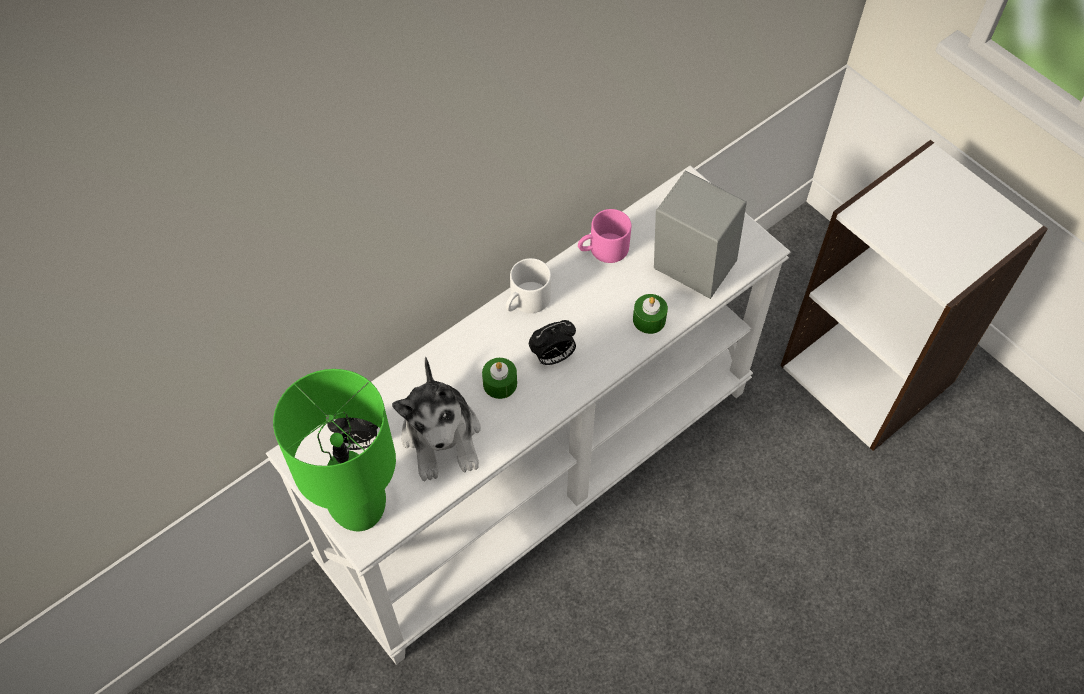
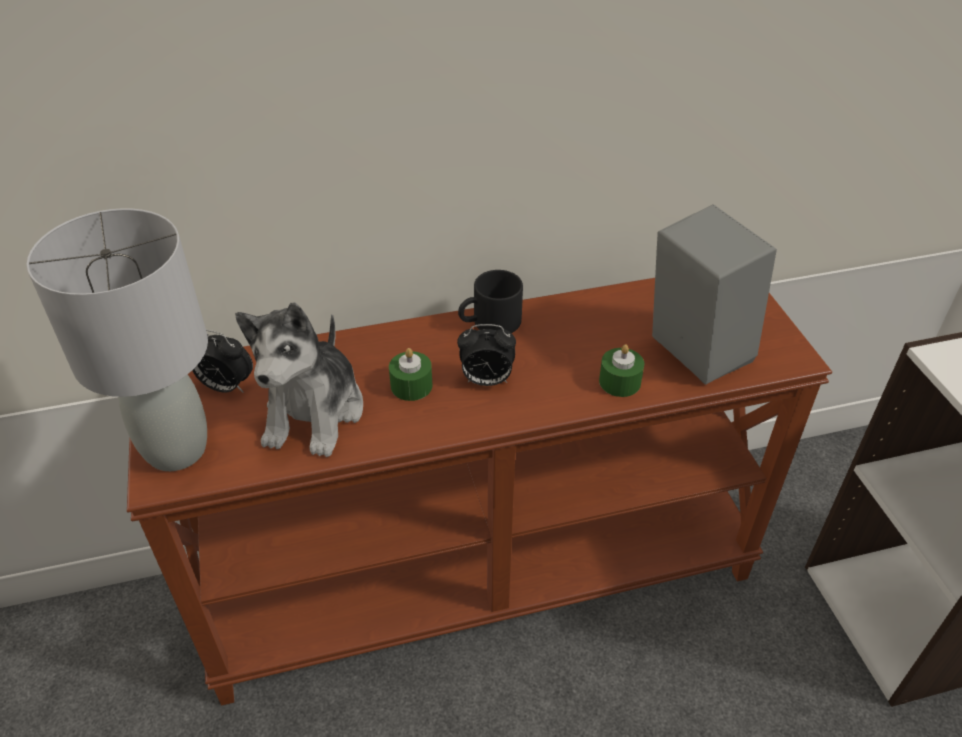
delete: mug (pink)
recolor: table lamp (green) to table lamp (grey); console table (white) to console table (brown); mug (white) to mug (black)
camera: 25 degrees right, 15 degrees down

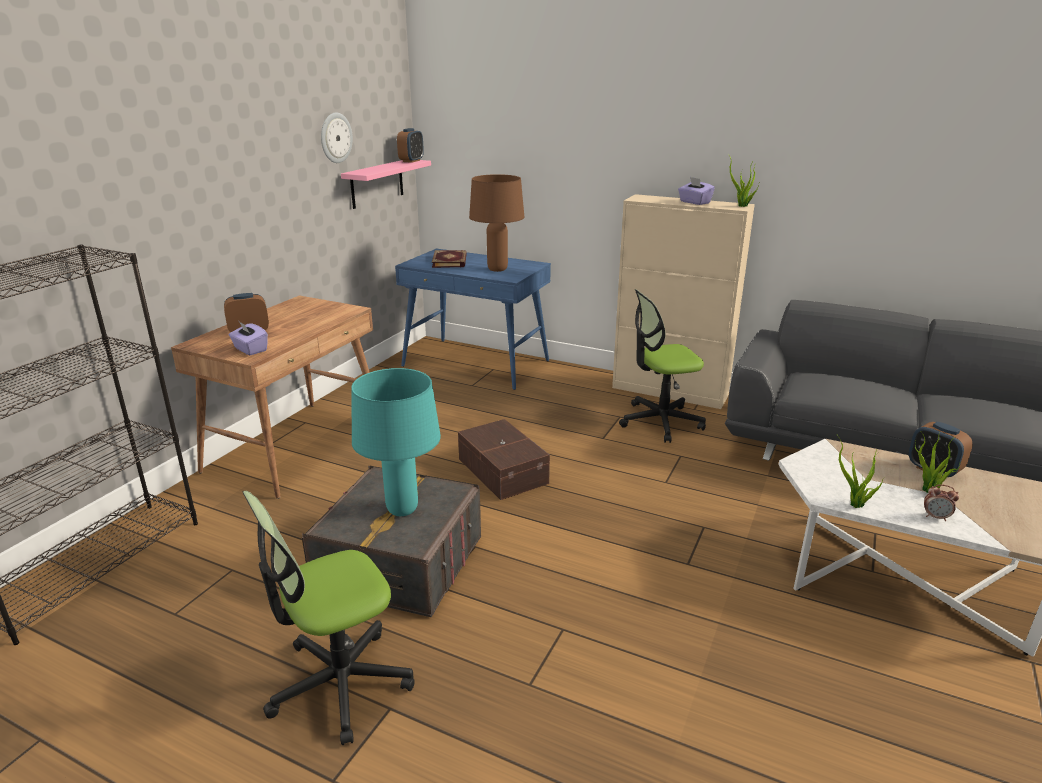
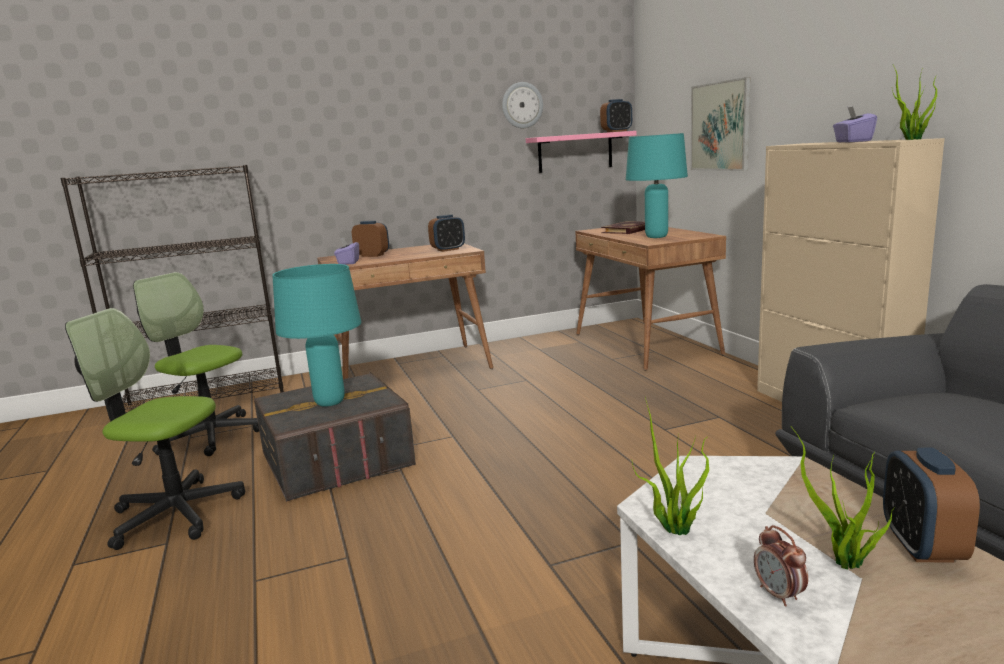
delete: storage box (brown)
insert: alarm clock (2nd from left); picture
move: office chair (2nd from left)
recolor: desk (blue) to desk (brown) (2nd from left); table lamp (brown) to table lamp (turquoise) (2nd from left)
camera: 45 degrees right, 10 degrees down

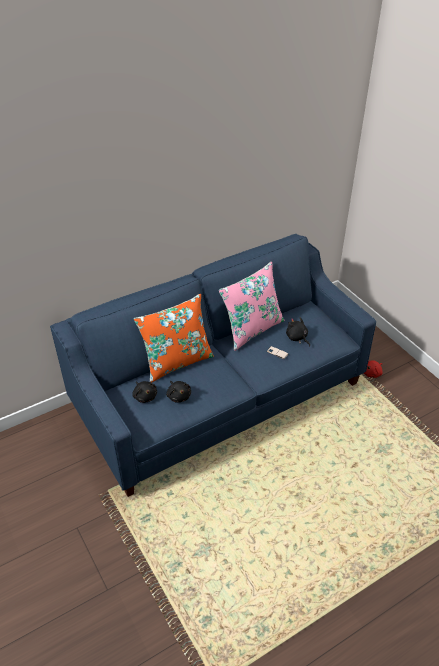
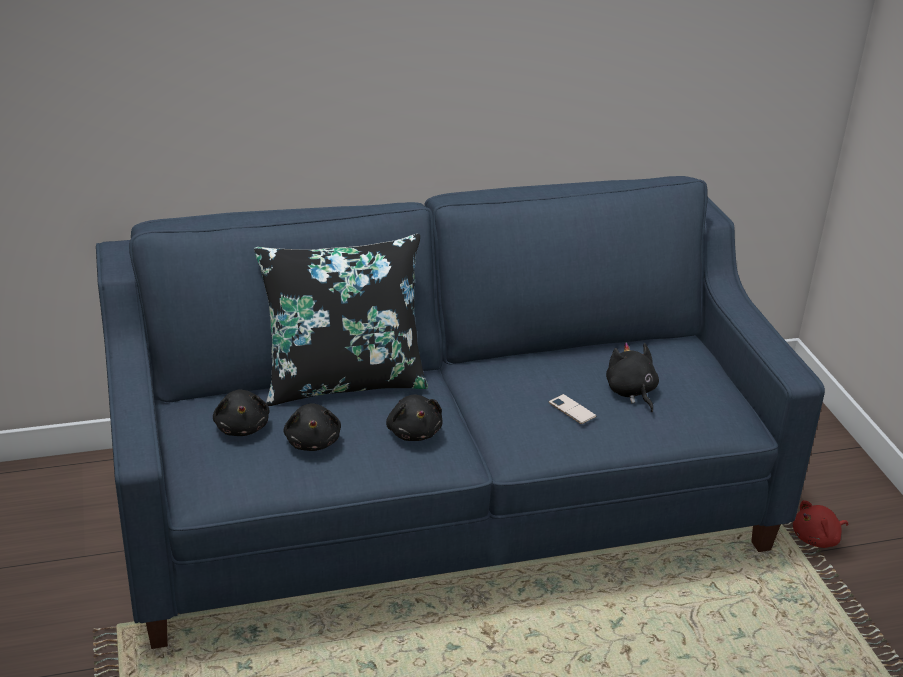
delete: pillow (pink)
insert: plush toy (black) (3rd from left)
recolor: pillow (orange) to pillow (black)
camera: 15 degrees right, 10 degrees down

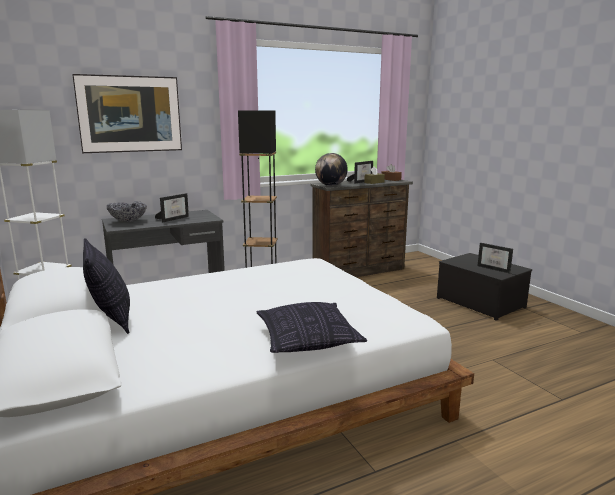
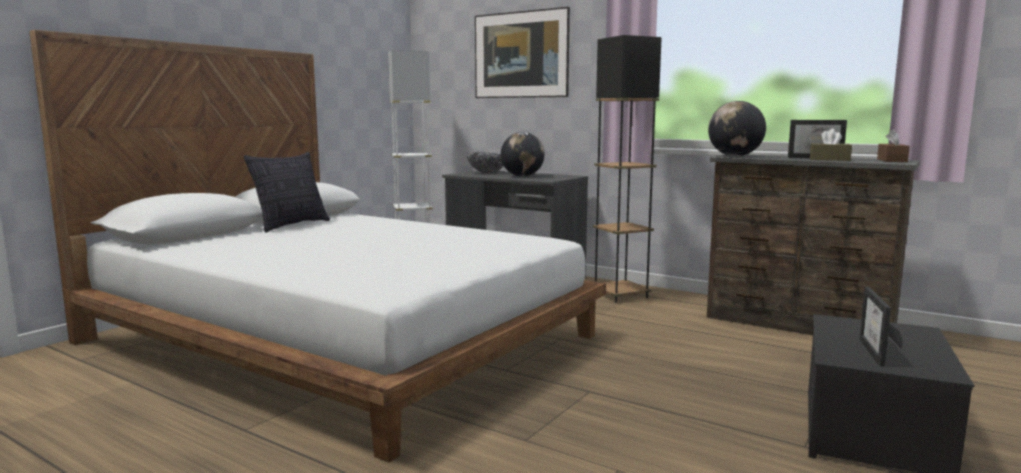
delete: pillow (2nd from left)
replace: picture frame (1st from left) to globe (1st from left)
camera: 60 degrees right, 5 degrees down

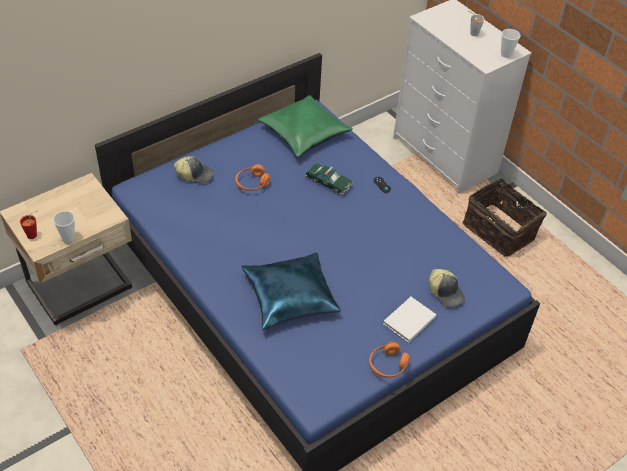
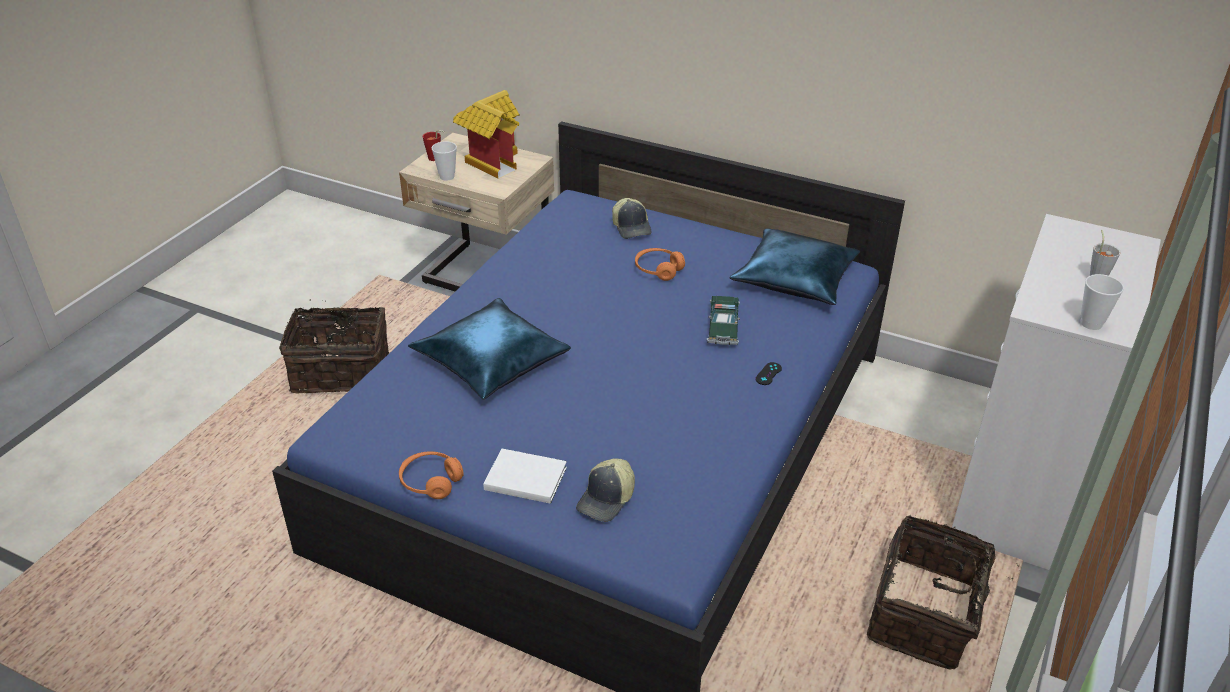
insert: basket (1st from left); toy house
recolor: pillow (green) to pillow (blue) (2nd from left)
camera: 65 degrees right, 10 degrees down

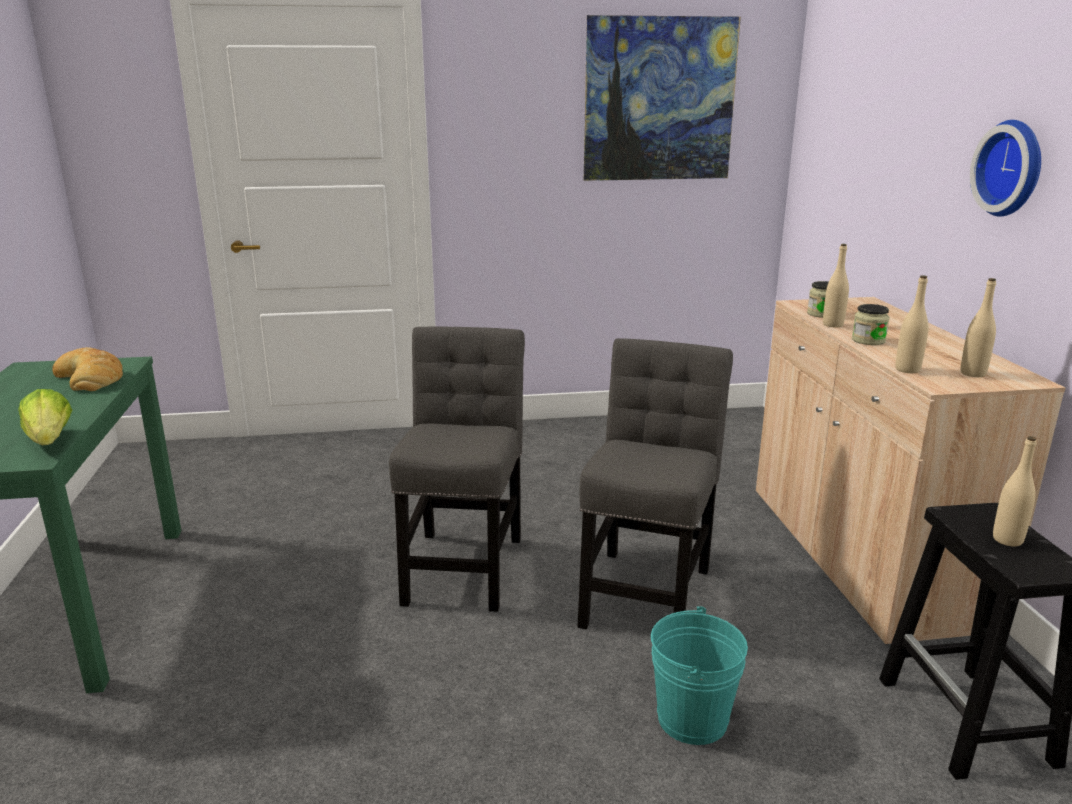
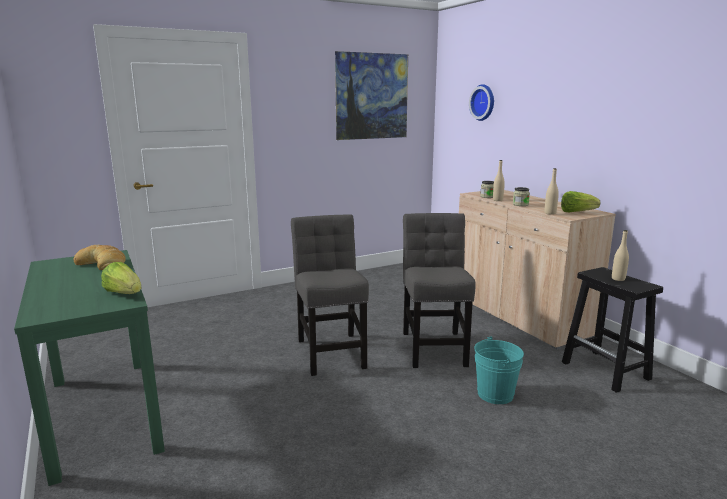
move: wall clock
replace: bottle (beige) (3rd from left) to lettuce (2nd from left)
camera: 20 degrees left, 5 degrees down

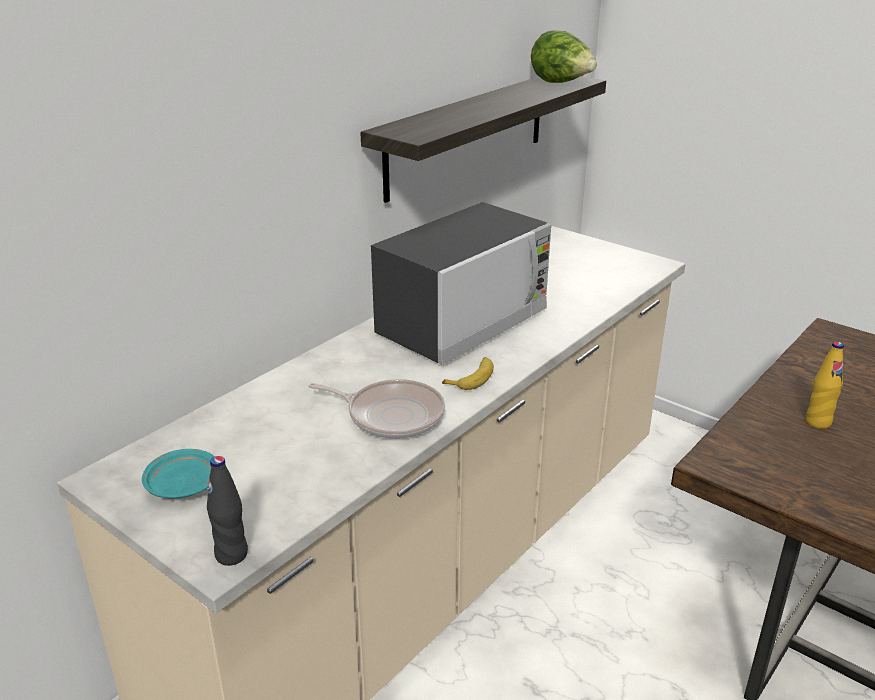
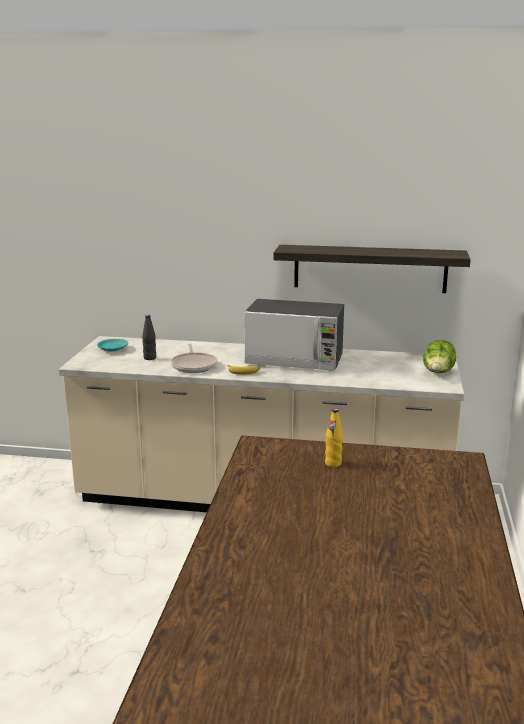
move: bottle (black); lettuce
camera: 60 degrees right, 10 degrees down

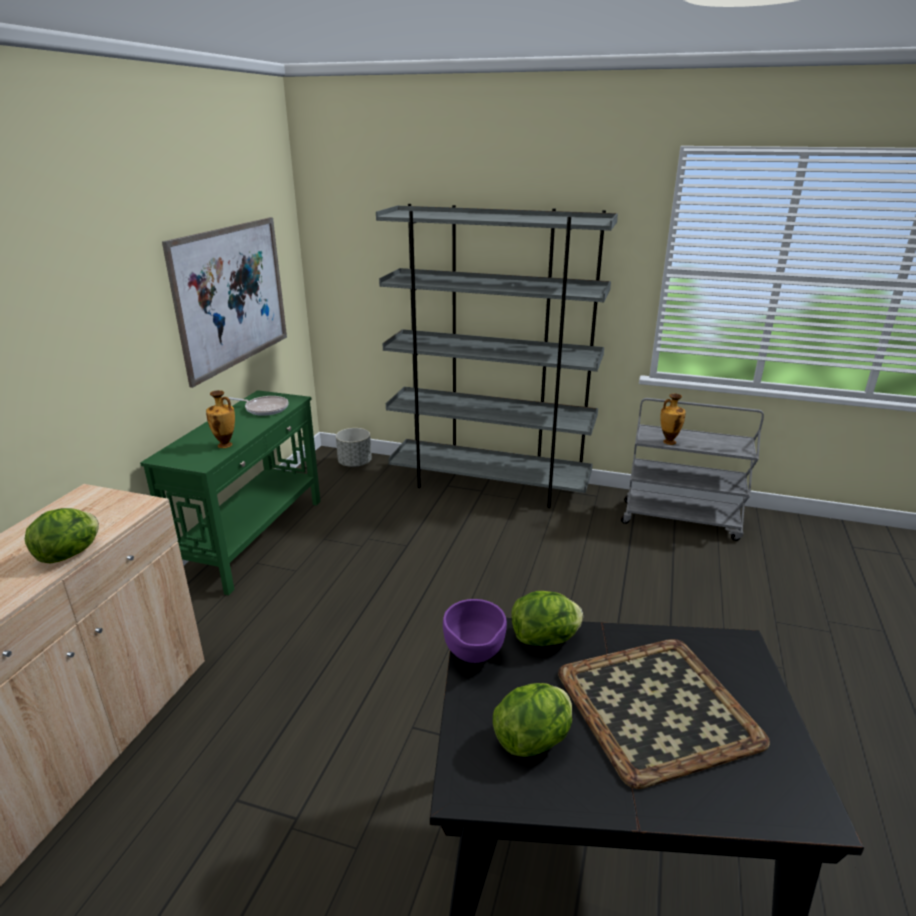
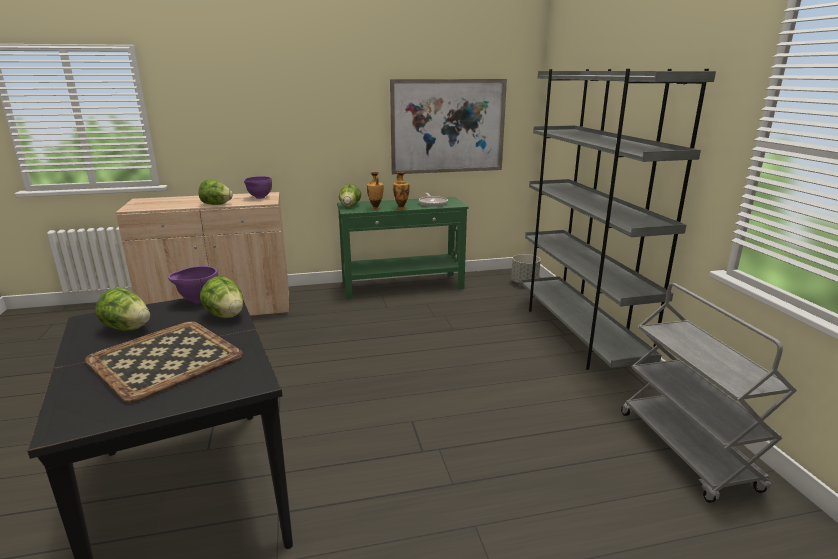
insert: bowl (purple) (2nd from left); lettuce (4th from left)
move: vase (2nd from left)
camera: 60 degrees right, 5 degrees down

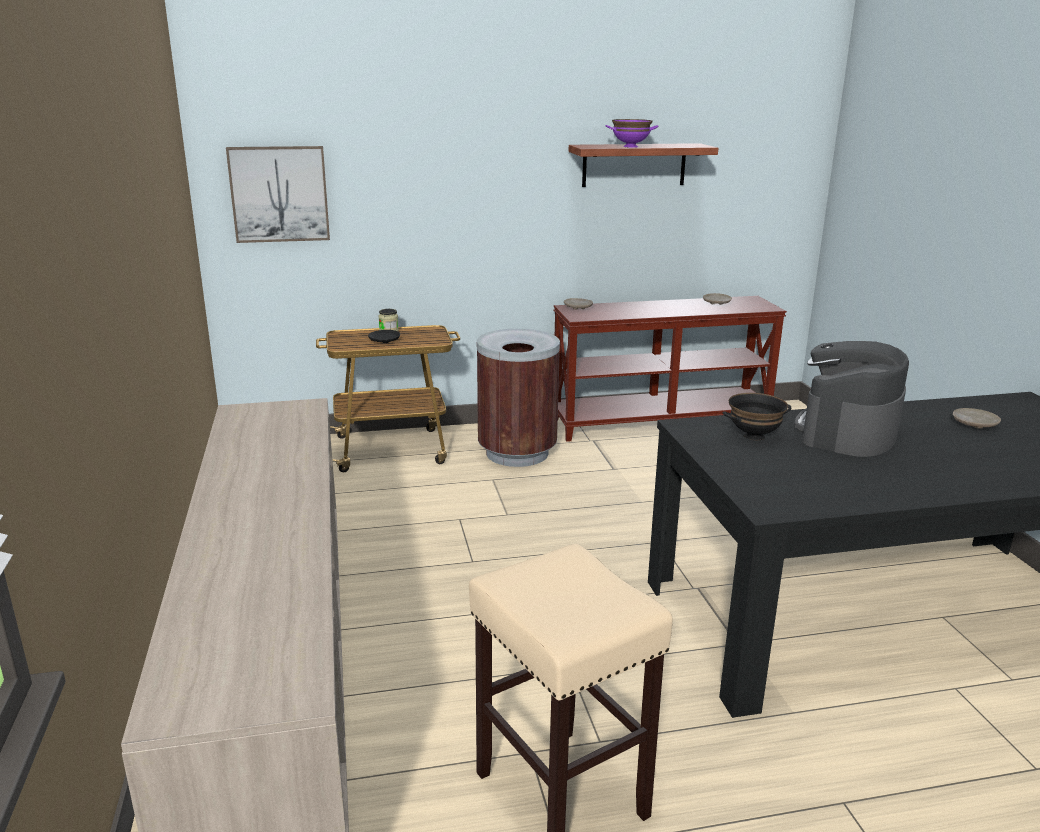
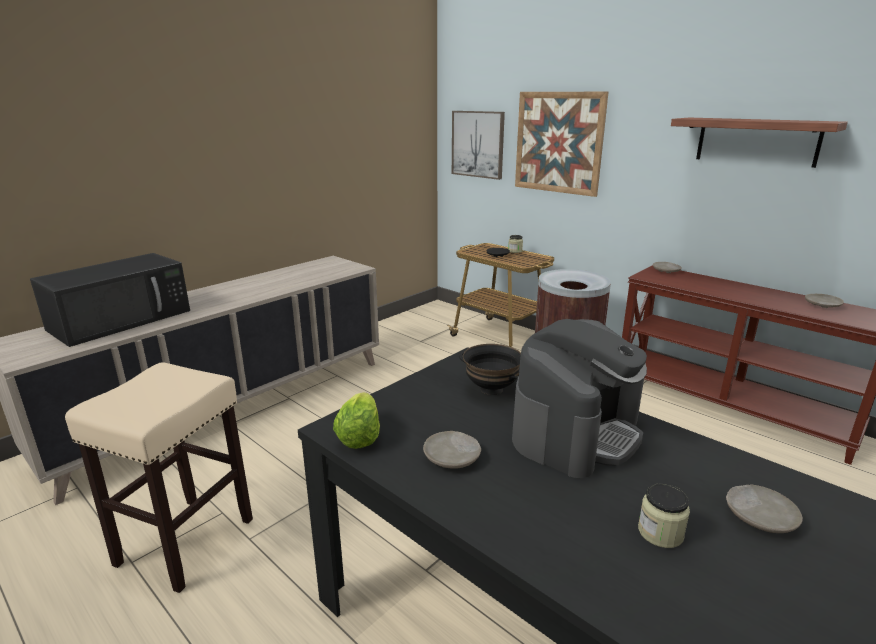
delete: bowl (purple)
insert: microwave (black); lettuce; plate (beige) (1st from left); picture (2nd from left); jar (2nd from left)
rotate: coffee machine 135 degrees clockwise
camera: 55 degrees right, 0 degrees up

